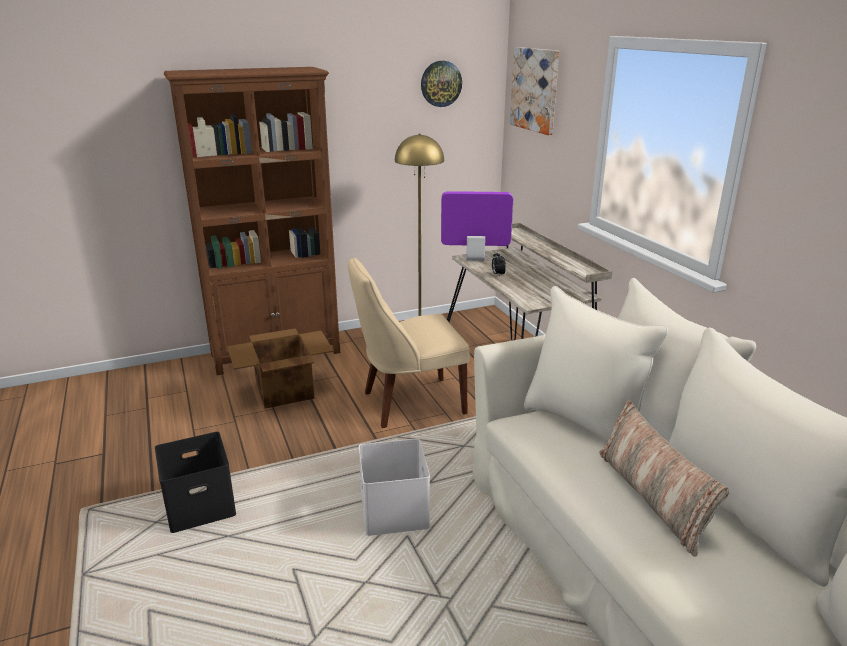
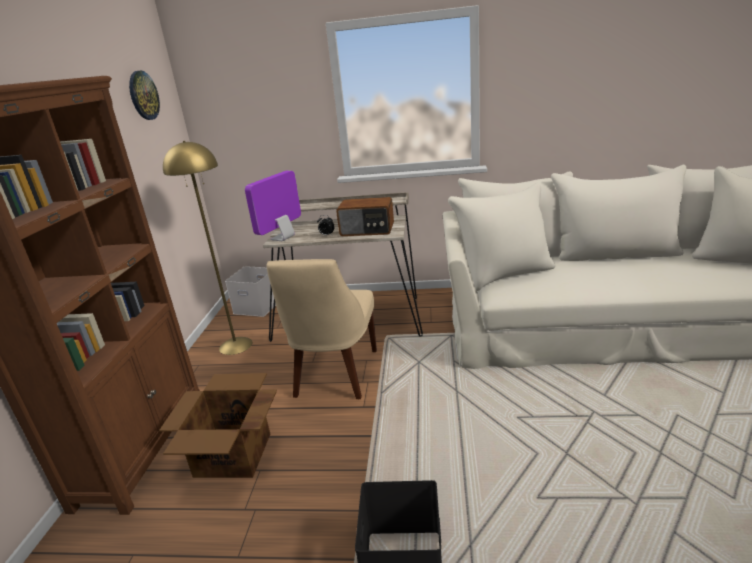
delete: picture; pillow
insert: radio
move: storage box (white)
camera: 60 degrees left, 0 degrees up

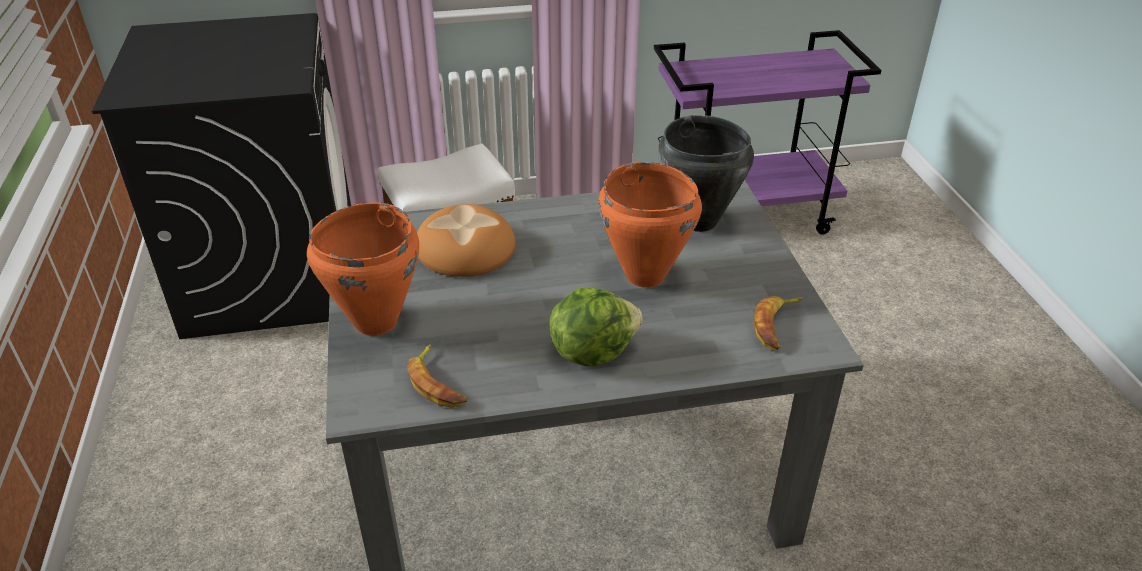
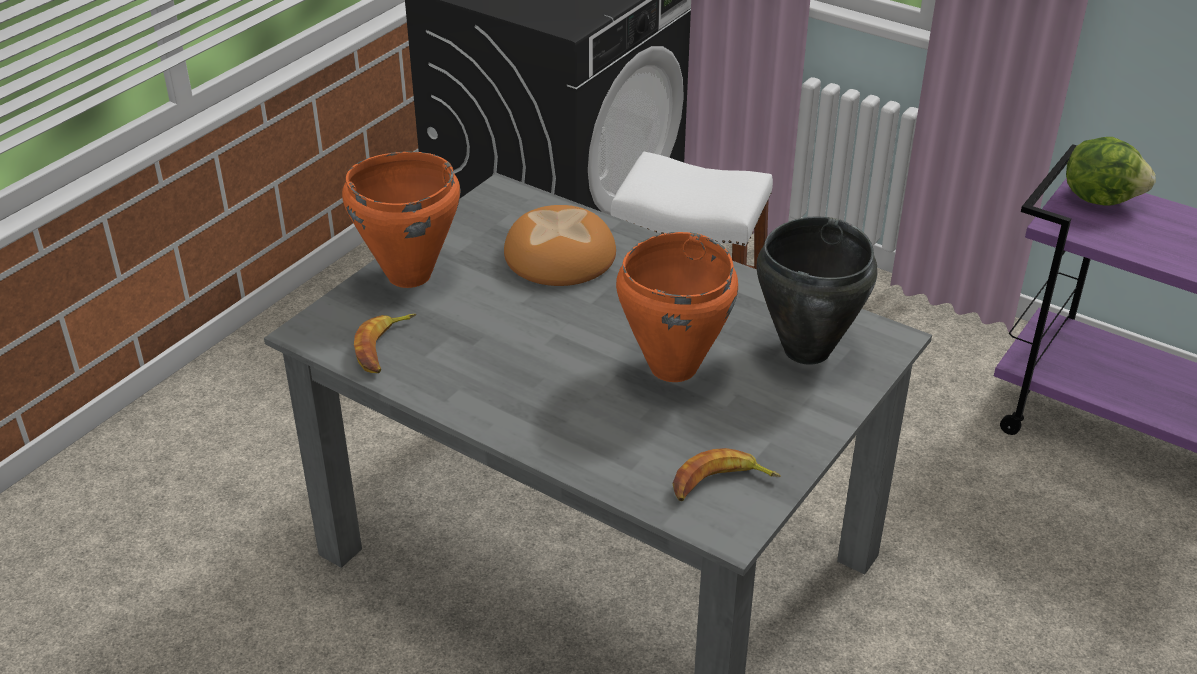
move: lettuce
camera: 45 degrees right, 0 degrees up

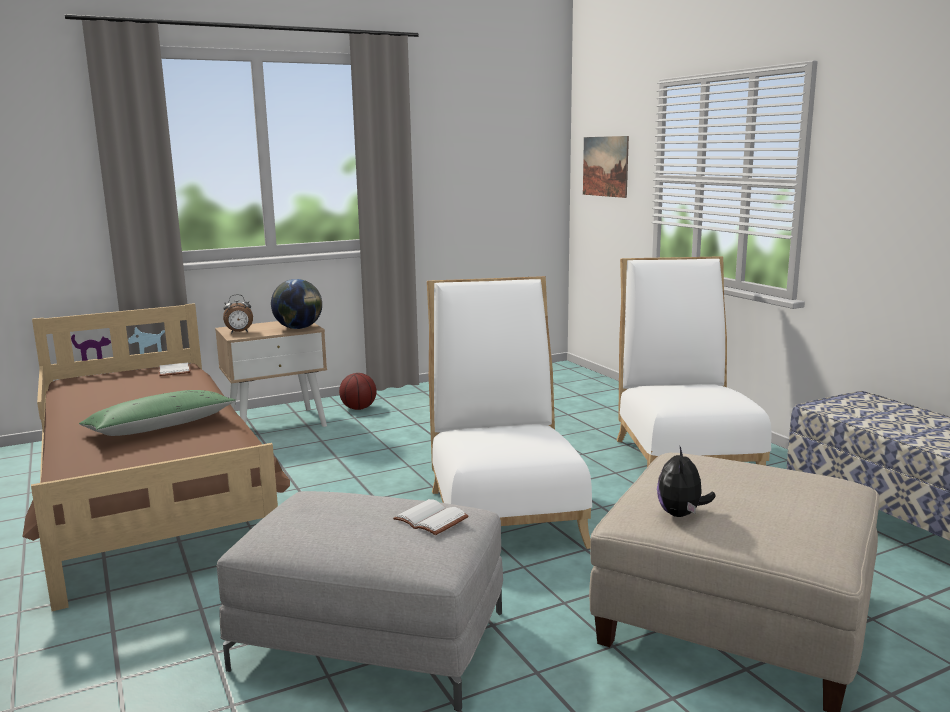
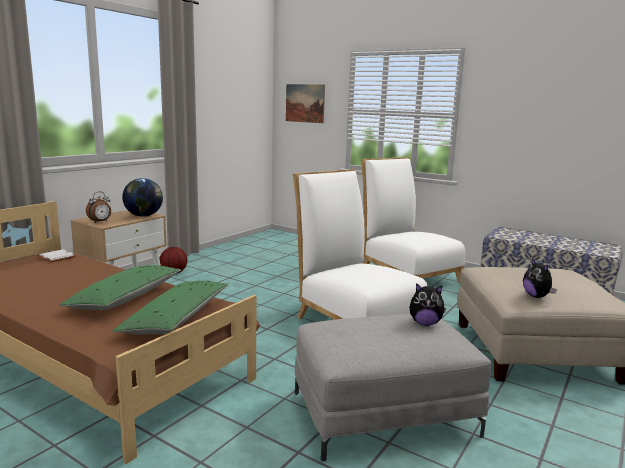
insert: pillow (green) (2nd from left)
replace: book (white) (2nd from left) to plush toy (1st from left)
camera: 30 degrees left, 0 degrees up

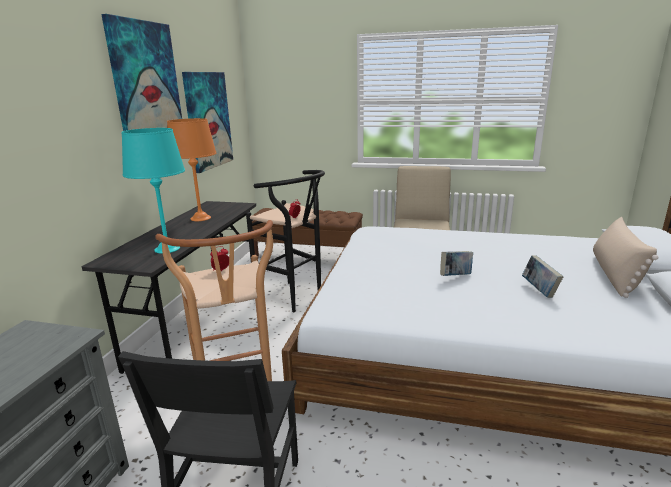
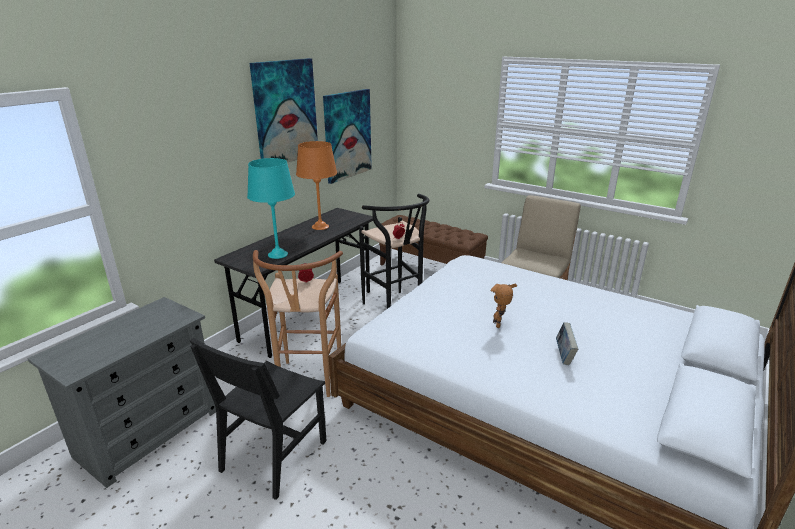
delete: pillow (beige)
replace: book (1st from left) to toy robot
camera: 20 degrees right, 5 degrees up

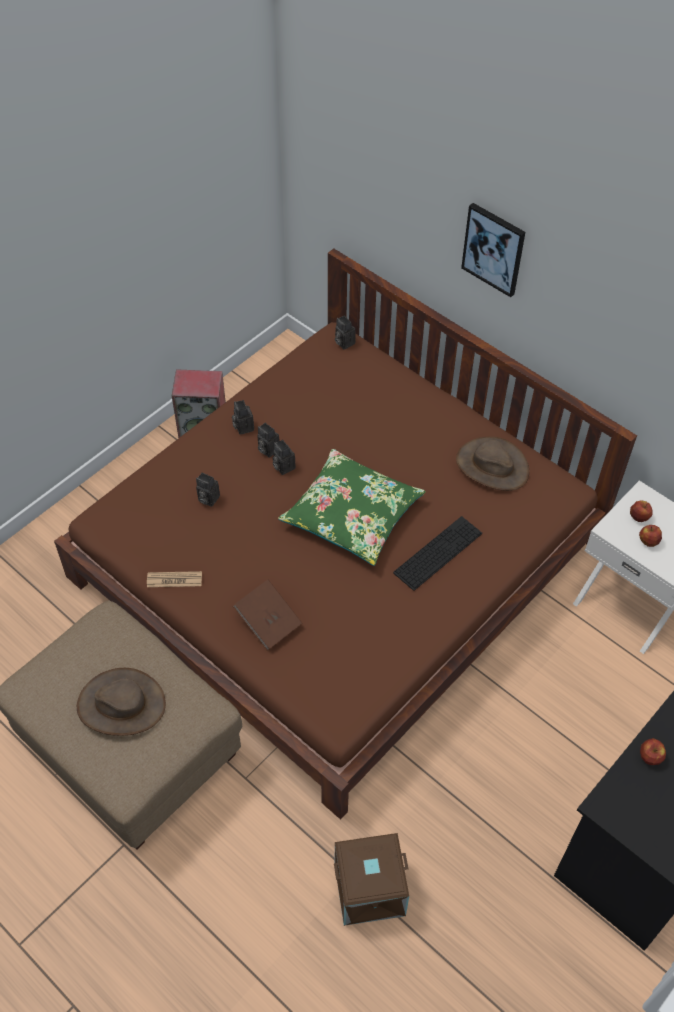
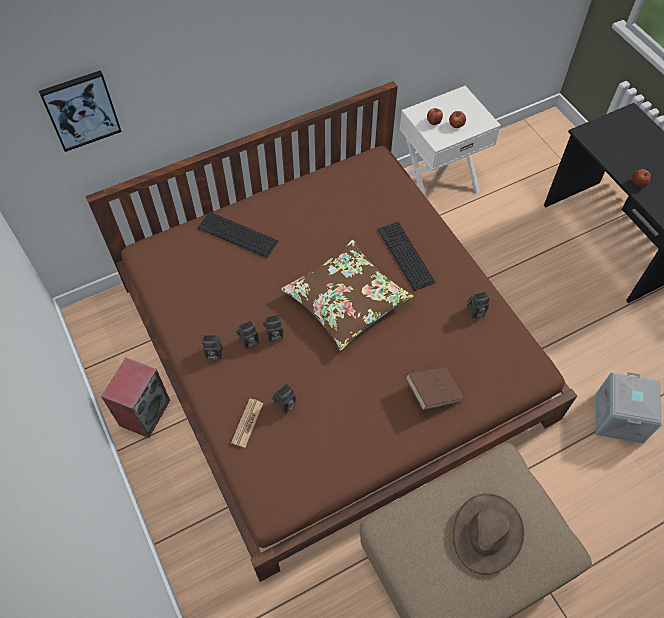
delete: hat (brown) (2nd from left)
insert: keyboard (1st from left)
move: picture; newspaper; photo camera (5th from left)
recolor: pillow (green) to pillow (brown); storage box (brown) to storage box (grey)
camera: 70 degrees left, 5 degrees up

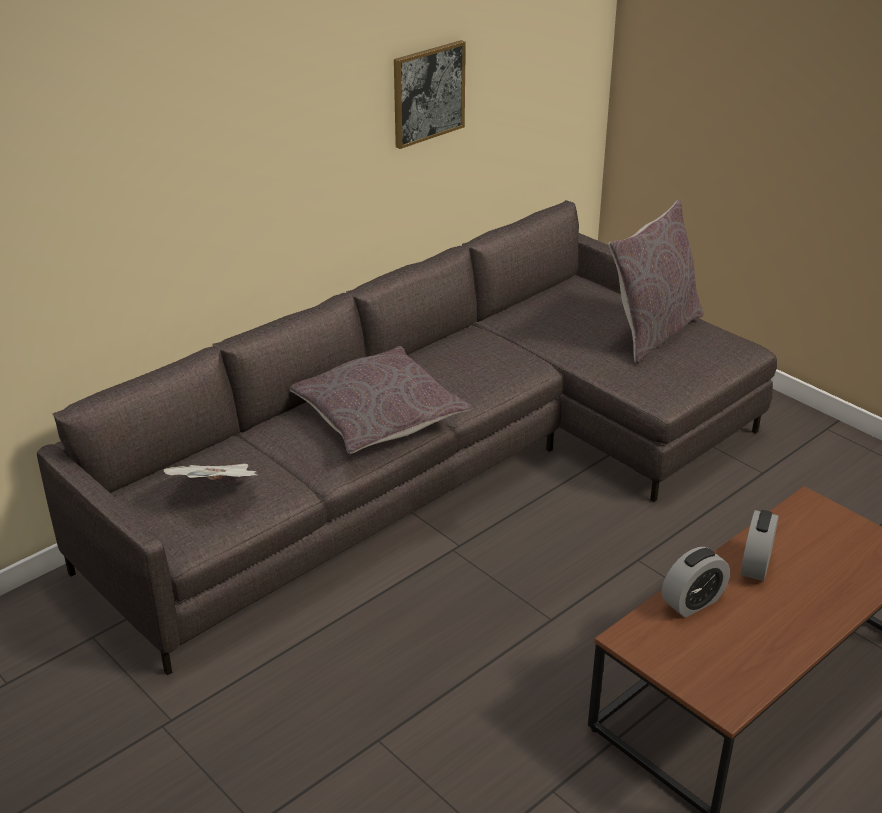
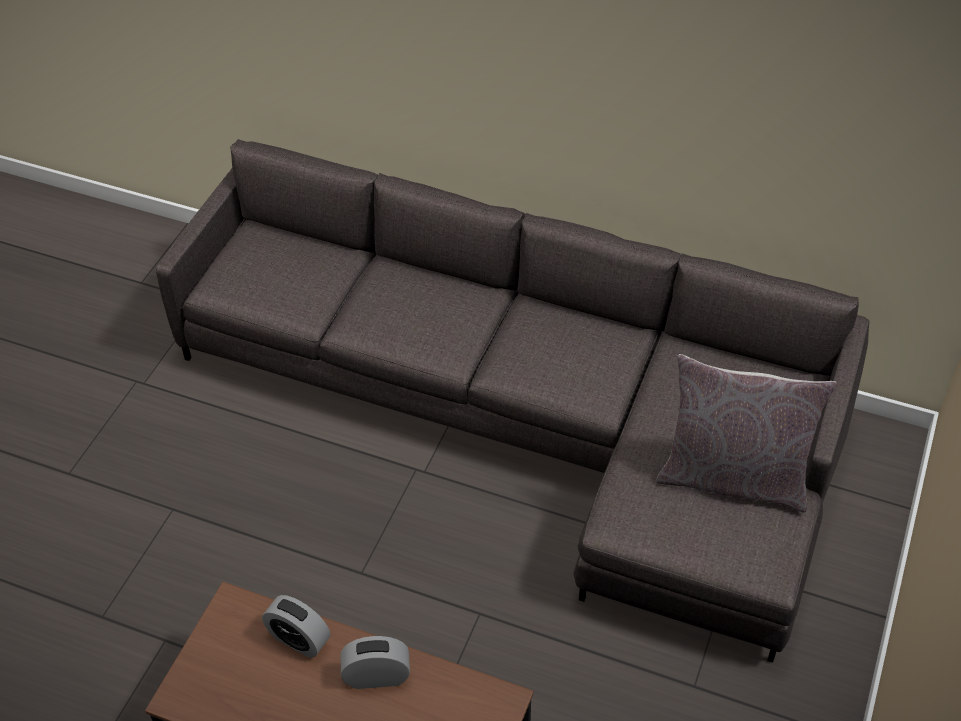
delete: newspaper; pillow (grey) (1st from left); picture
camera: 65 degrees right, 15 degrees up

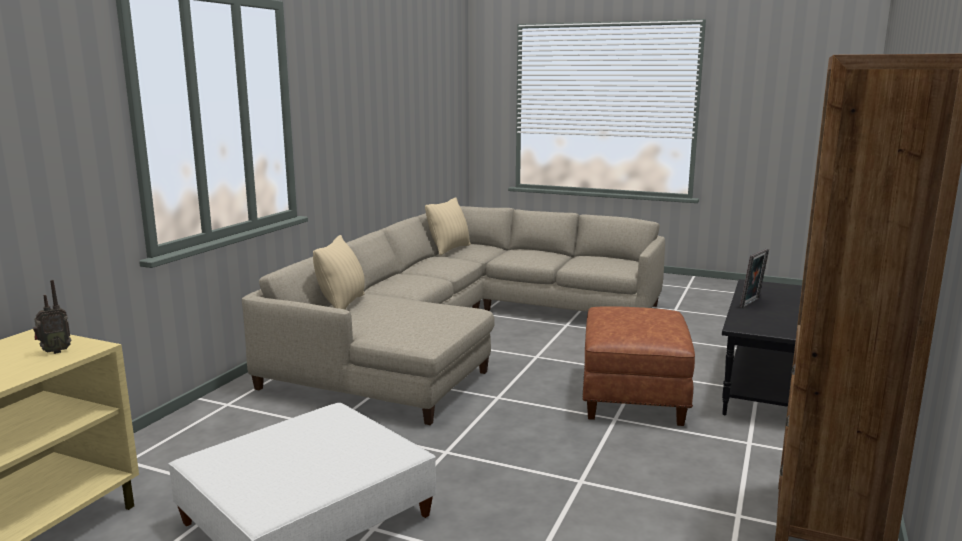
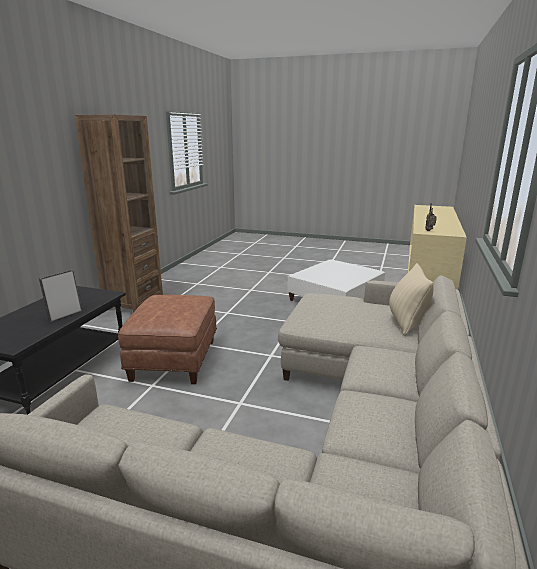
delete: pillow (beige) (2nd from left)
camera: 175 degrees right, 5 degrees up

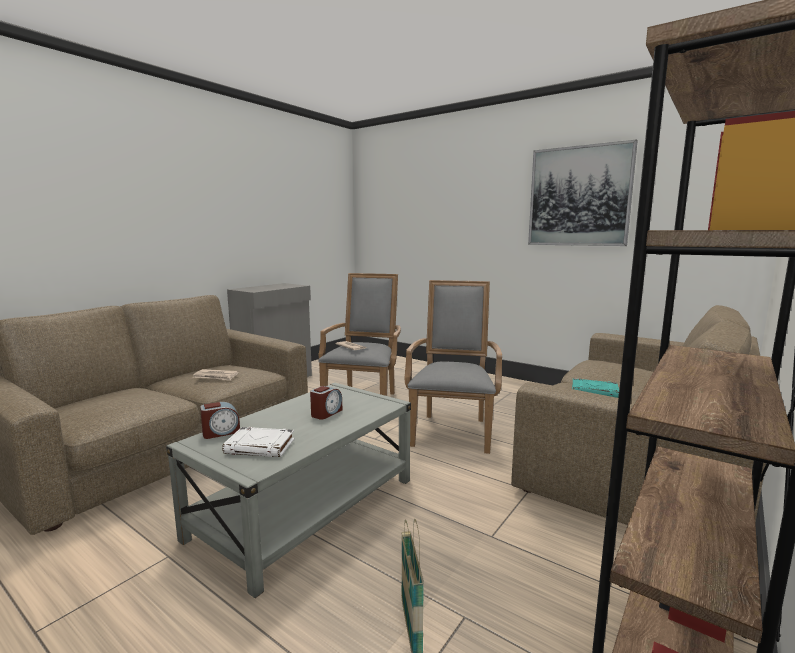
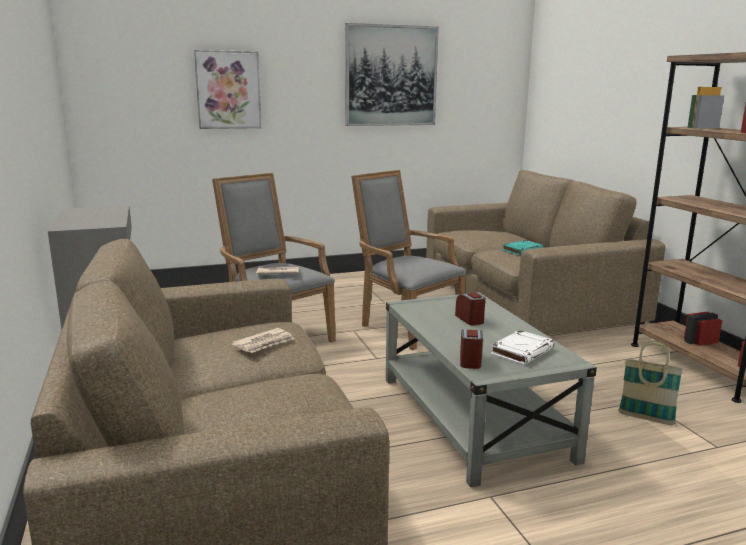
insert: picture (1st from left)
camera: 55 degrees left, 5 degrees up

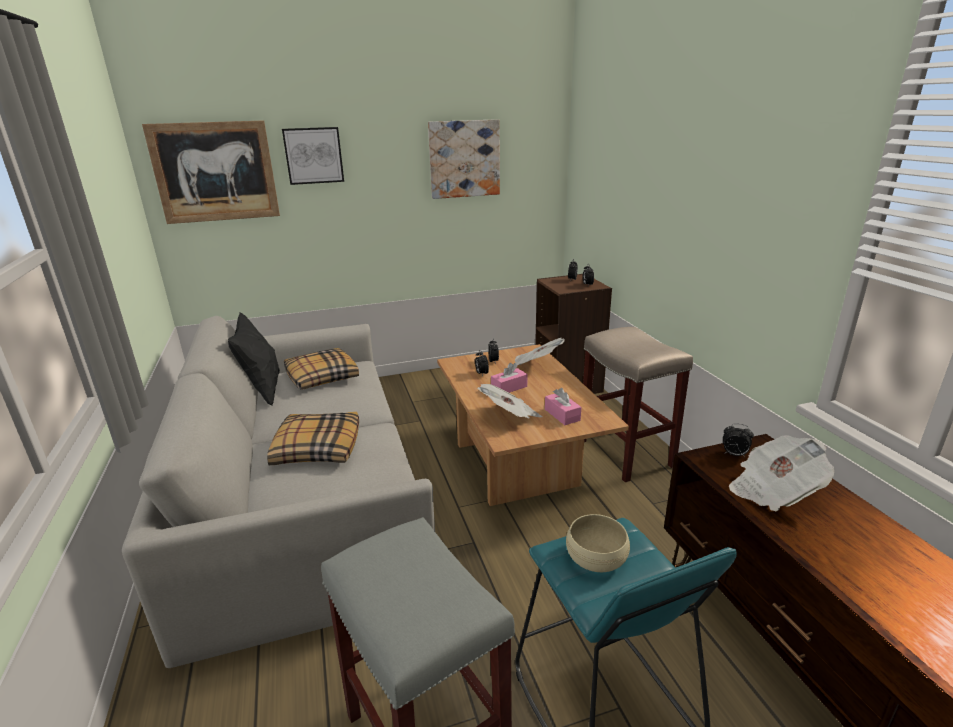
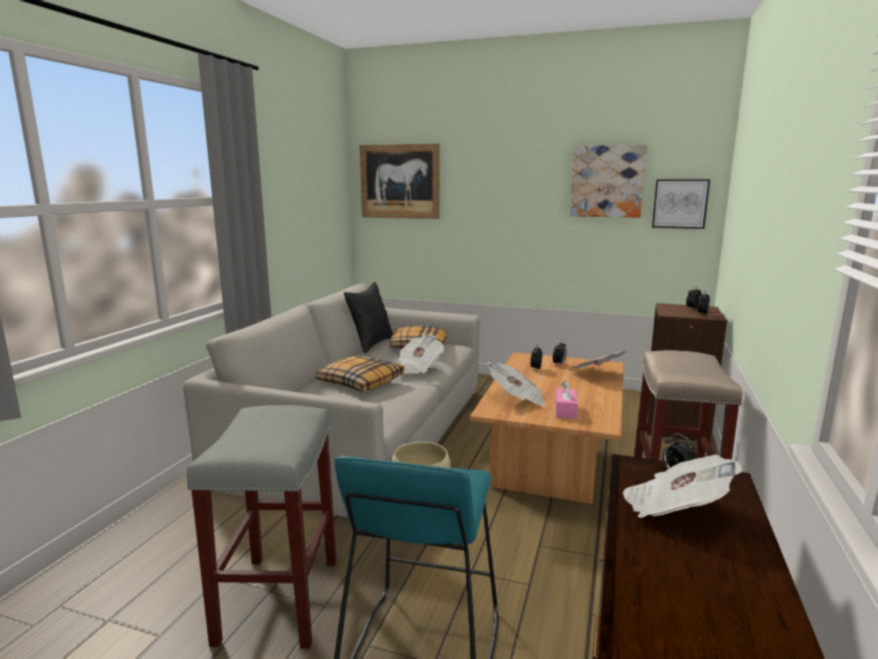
delete: tissue box (pink) (1st from left)
insert: newspaper (1st from left)
move: picture (2nd from left in the first image) to picture (3rd from left)
camera: 35 degrees right, 10 degrees down

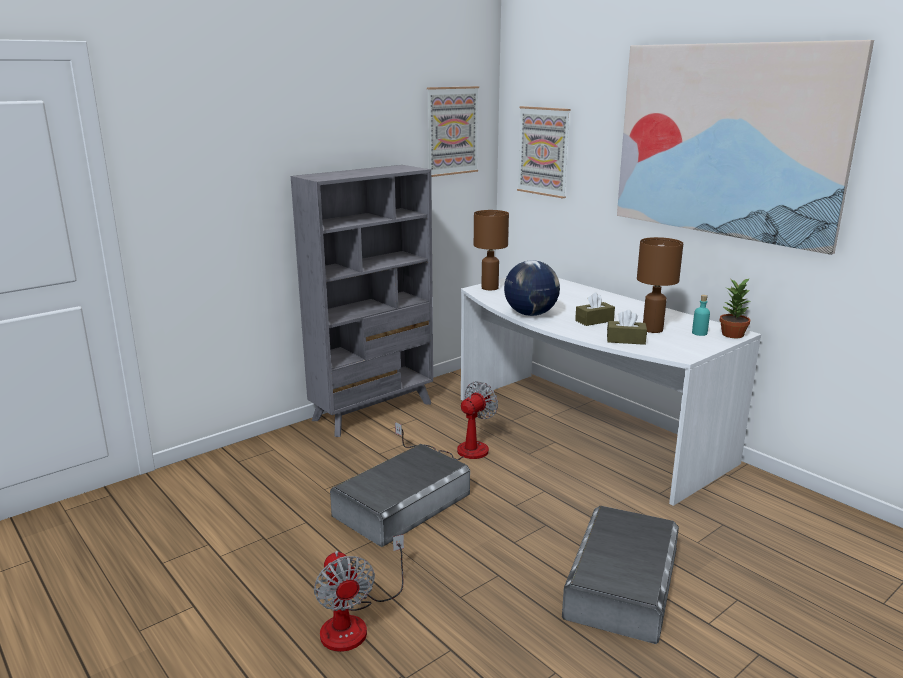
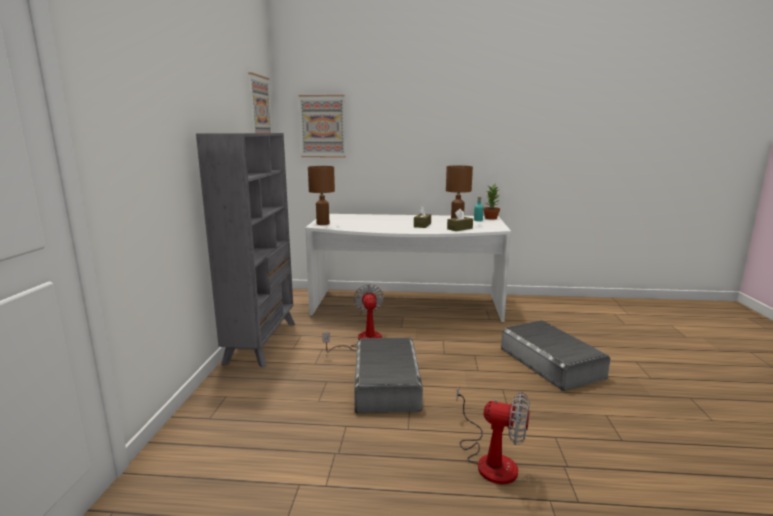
delete: globe; picture (3rd from left)
camera: 45 degrees left, 5 degrees down

